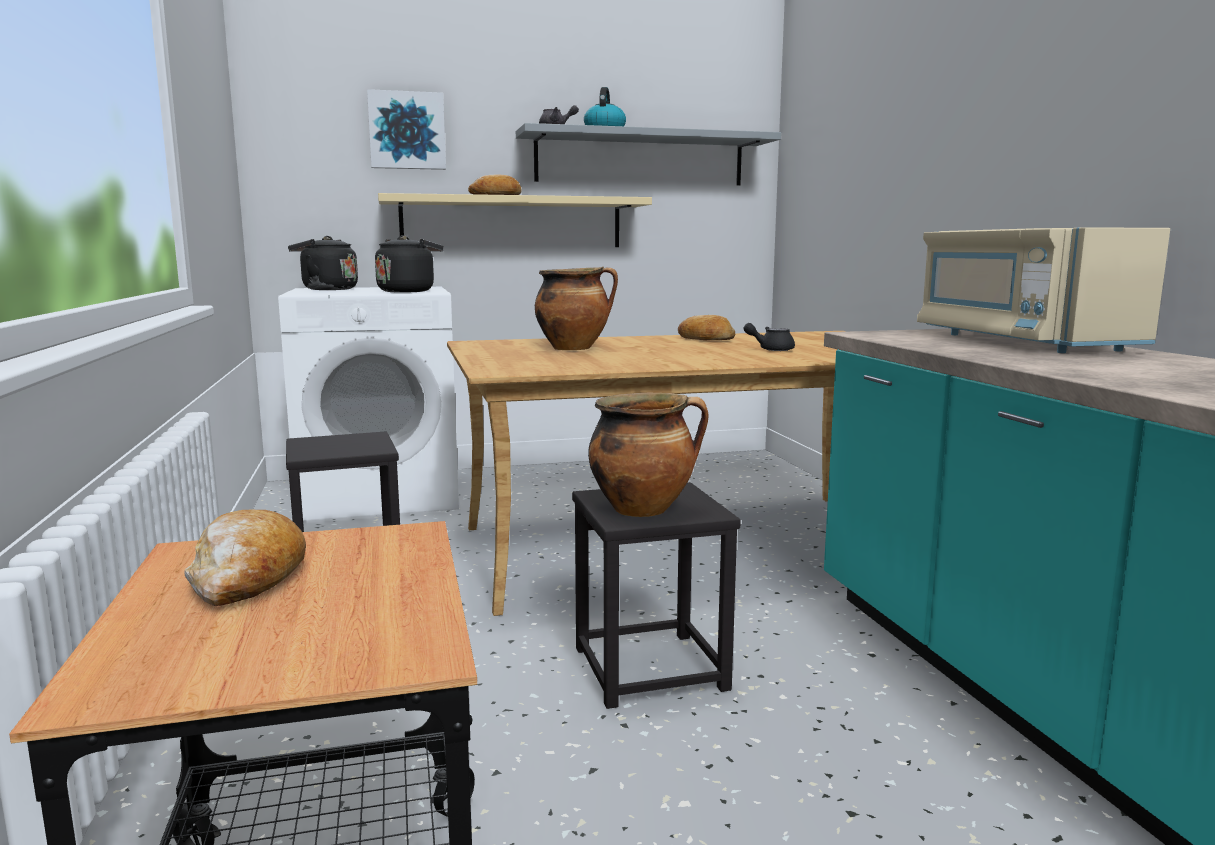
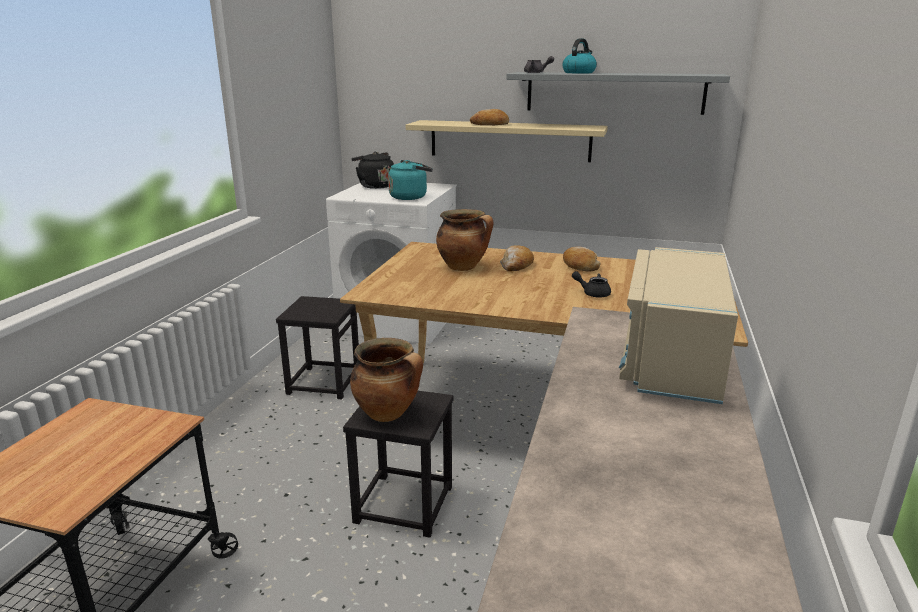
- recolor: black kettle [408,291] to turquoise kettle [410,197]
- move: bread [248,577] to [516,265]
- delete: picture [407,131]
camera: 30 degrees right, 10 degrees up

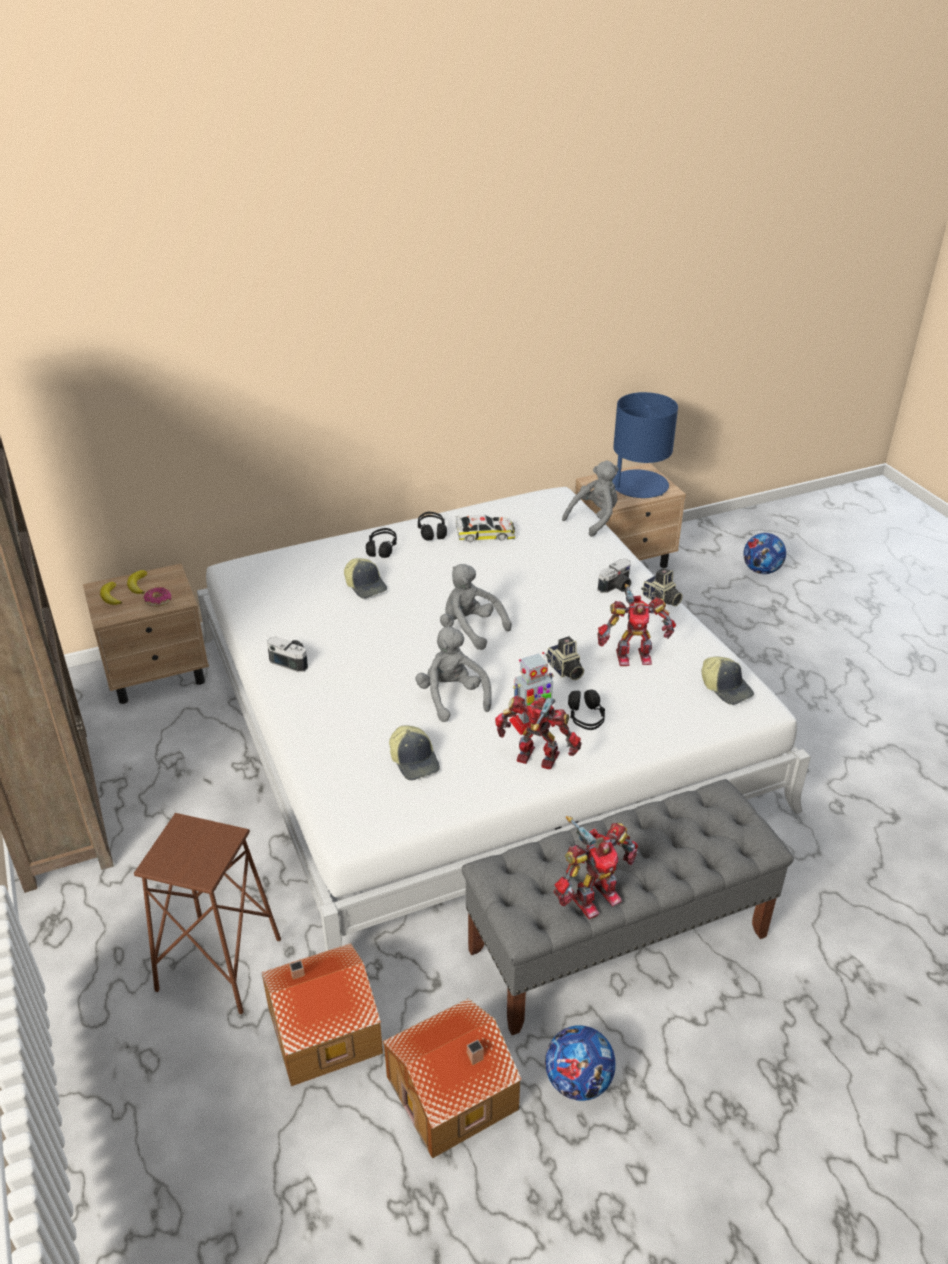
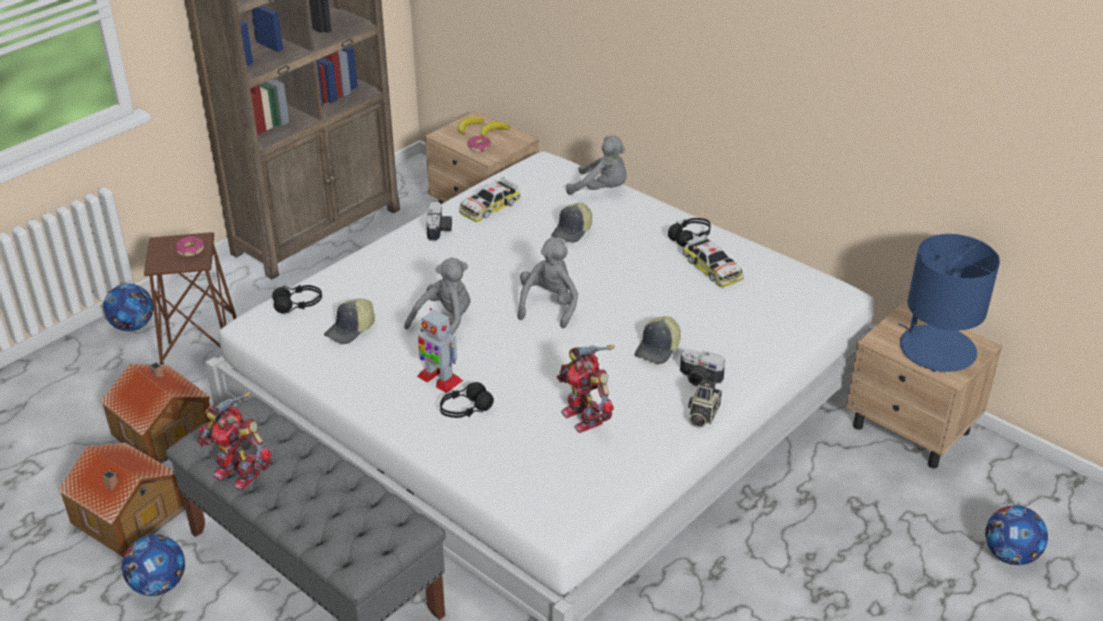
- insert: football [133,326]
- insert: donut [190,250]
- move: black headphones [382,549] to [298,305]
- insert: toy car [489,207]
- move: grey plush toy [594,519] to [601,190]
- move: cap [726,688] to [658,349]
- delete: toy robot [537,759]
- delete: photo camera [564,670]
camera: 65 degrees right, 0 degrees up

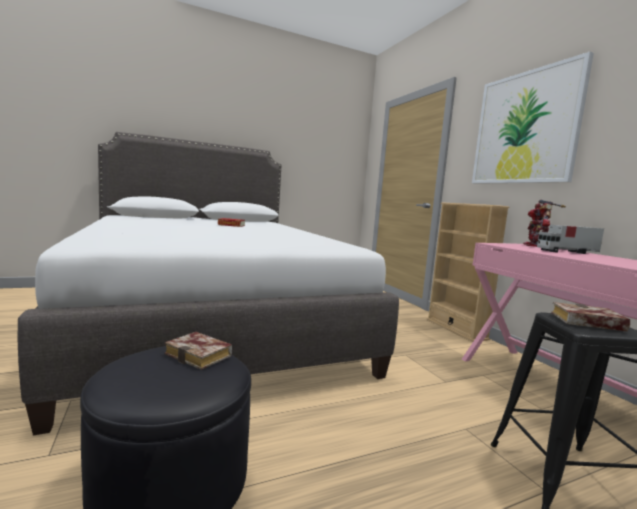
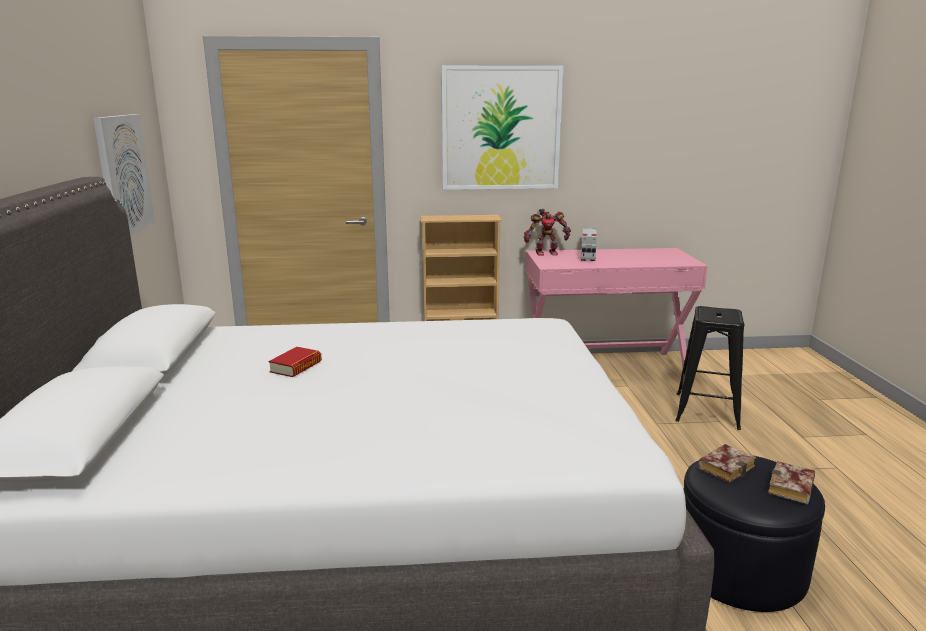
- insert: picture [123,174]
- rotate: toy robot [535,245] = [546,253] 45 degrees counterclockwise
- move: book [585,322] to [792,489]
camera: 70 degrees left, 10 degrees up

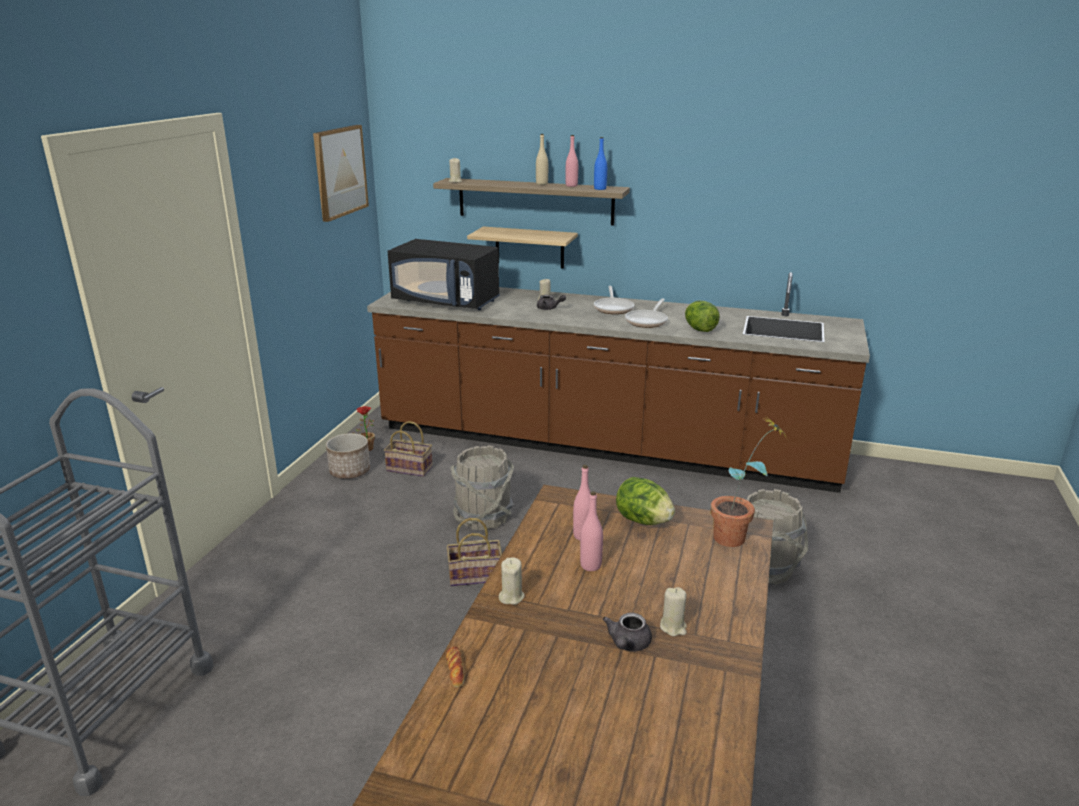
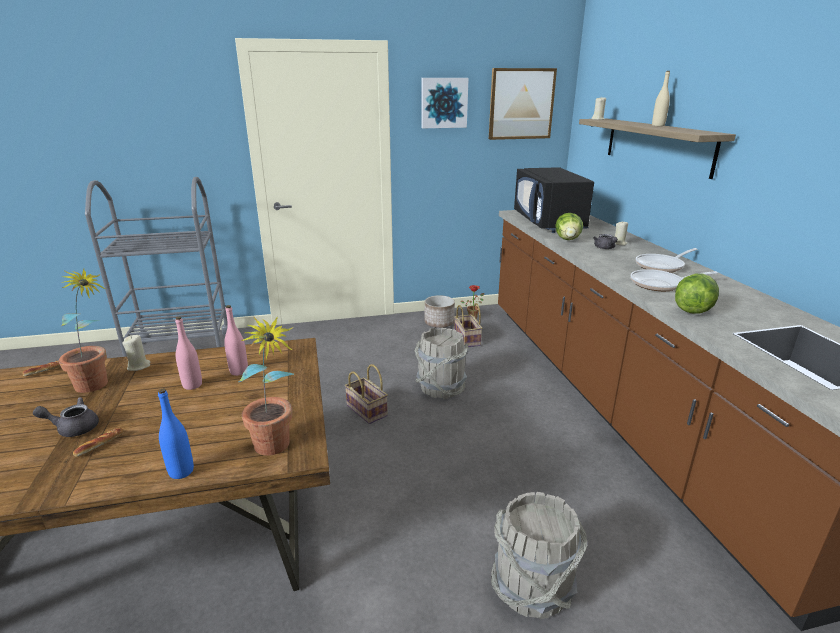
- insert: potted plant [98,386]
- replace: beige candle [673,627] to bread [100,445]
- move: blue bottle [600,189] to [181,471]
- insert: picture [443,103]
- move: lettuce [643,520] to [567,239]
- delete: shelf [529,247]
- delete: pink bottle [571,185]
camera: 60 degrees right, 0 degrees up

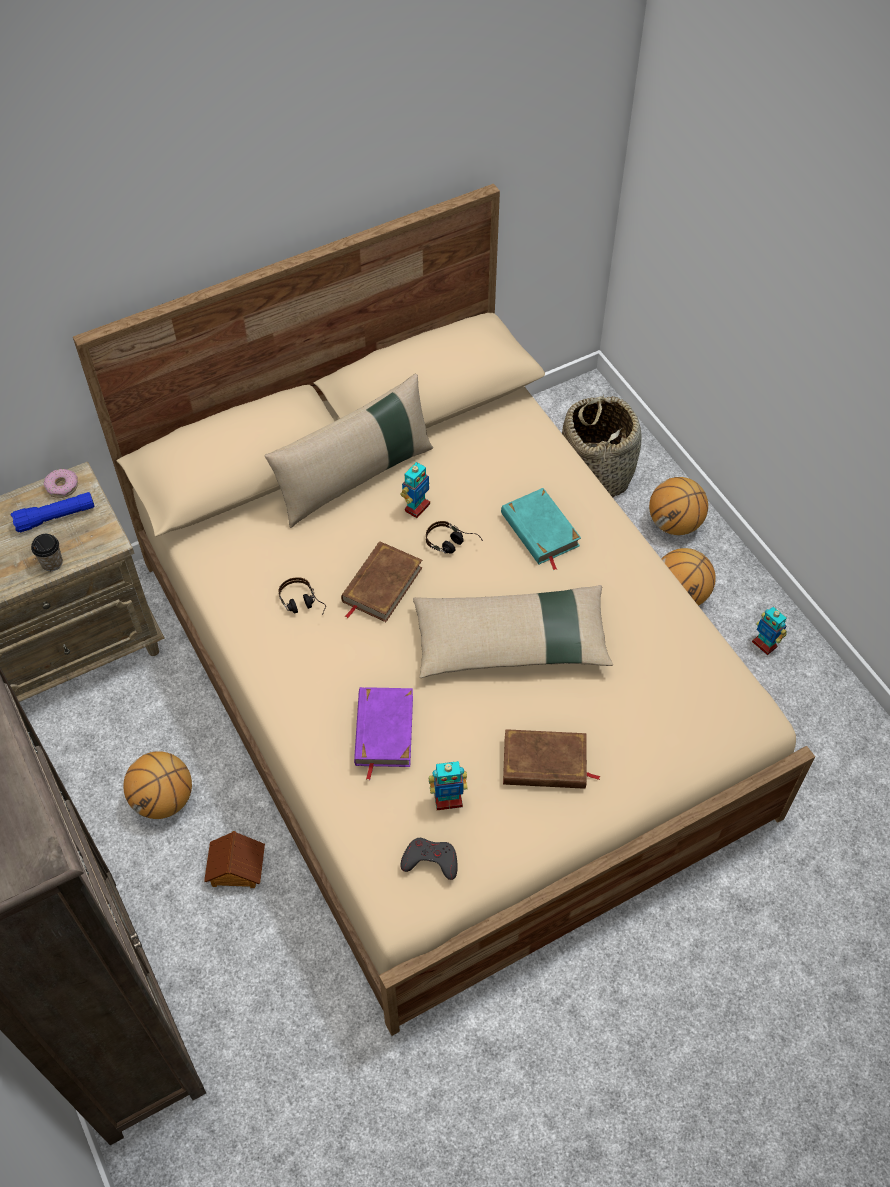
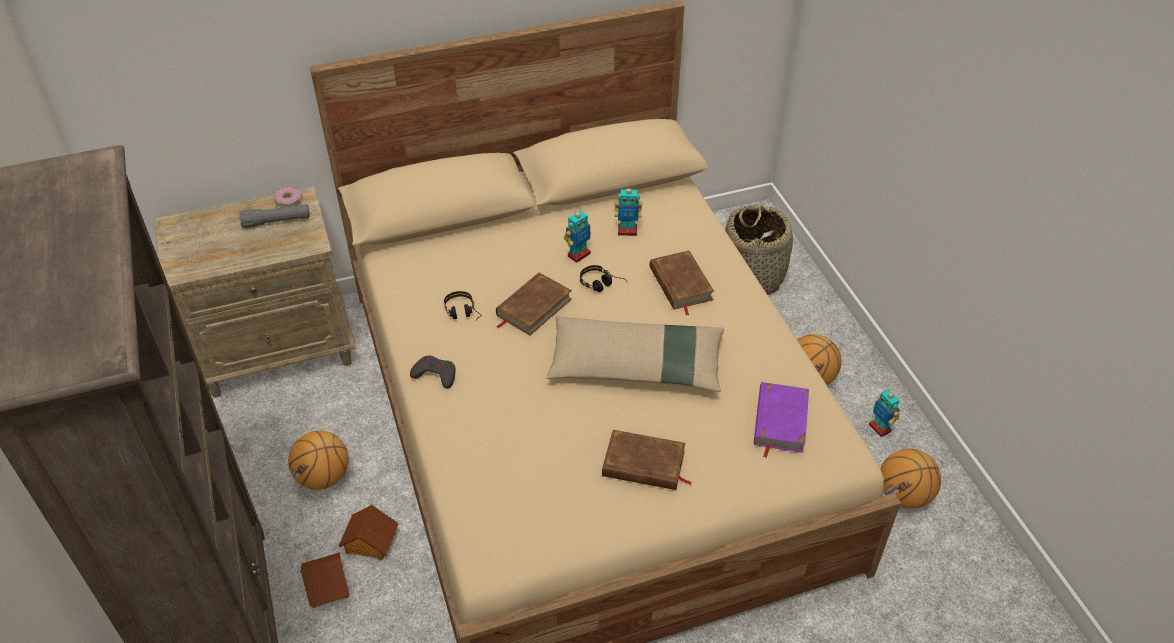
- recolor: blue flashlight [56,517] to grey flashlight [276,222]
- insert: toy house [326,585]
- move: grey game controller [430,860] to [435,374]
- move: toy robot [448,800] to [627,231]
- recolor: turquoise book [539,530] to brown book [680,284]
- move: purple book [383,730] to [780,421]
- move: basketball [674,524] to [904,496]
- delete: cup [52,563]
- delete: beige pillow [355,477]
camera: 10 degrees right, 10 degrees down

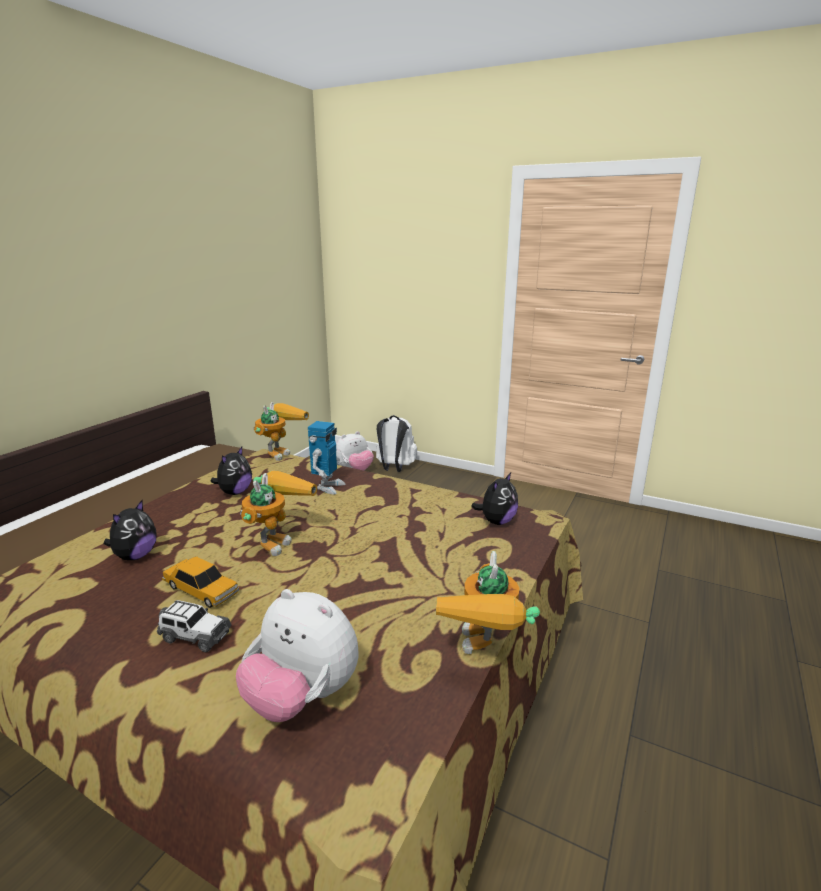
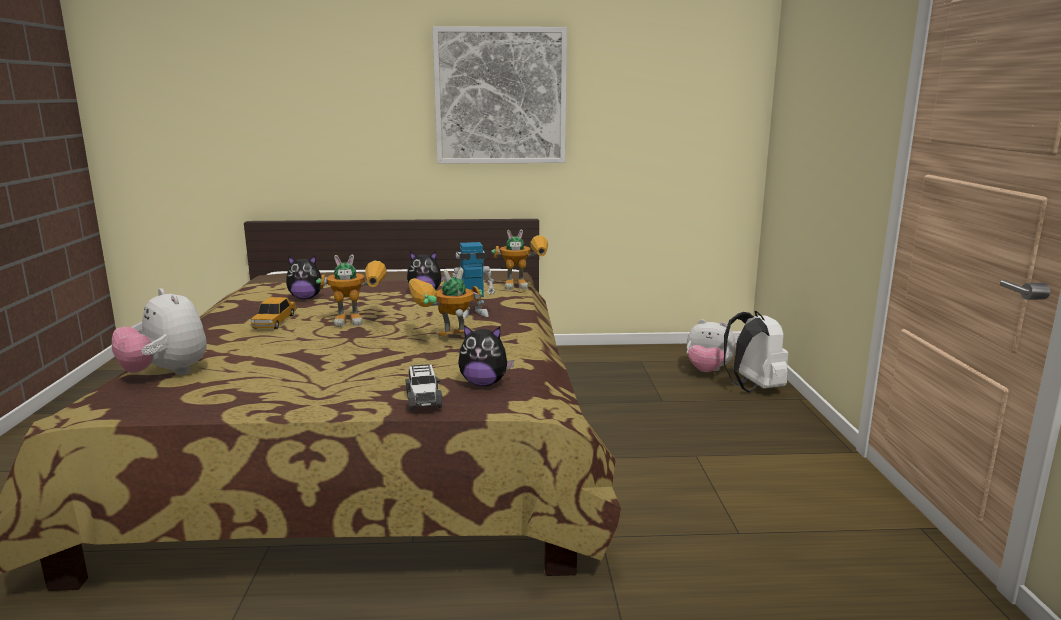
- rotate: plush toy [302,697] = [166,373] 45 degrees counterclockwise
- move: toy car [195,636] to [423,399]
- move: toy robot [485,653] to [442,341]
- insert: picture [500,96]
camera: 60 degrees right, 5 degrees down

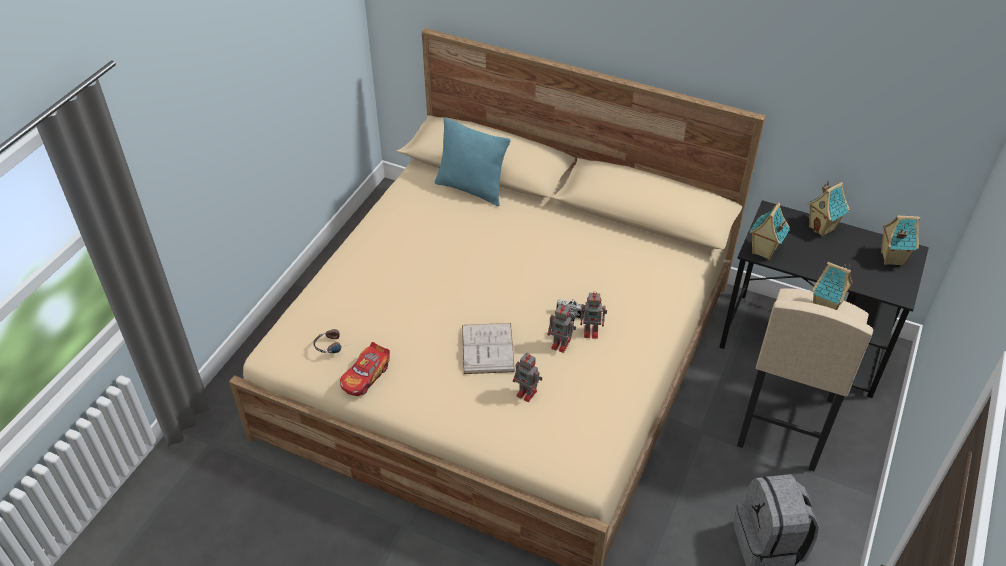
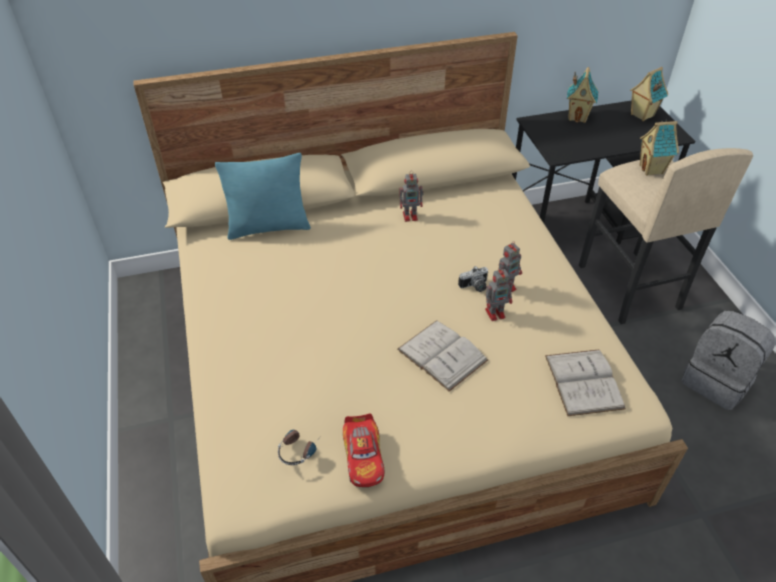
- move: toy robot [527,393] to [411,216]
- insert: white book [583,381]
- delete: toy house [763,251]
camera: 40 degrees left, 0 degrees up

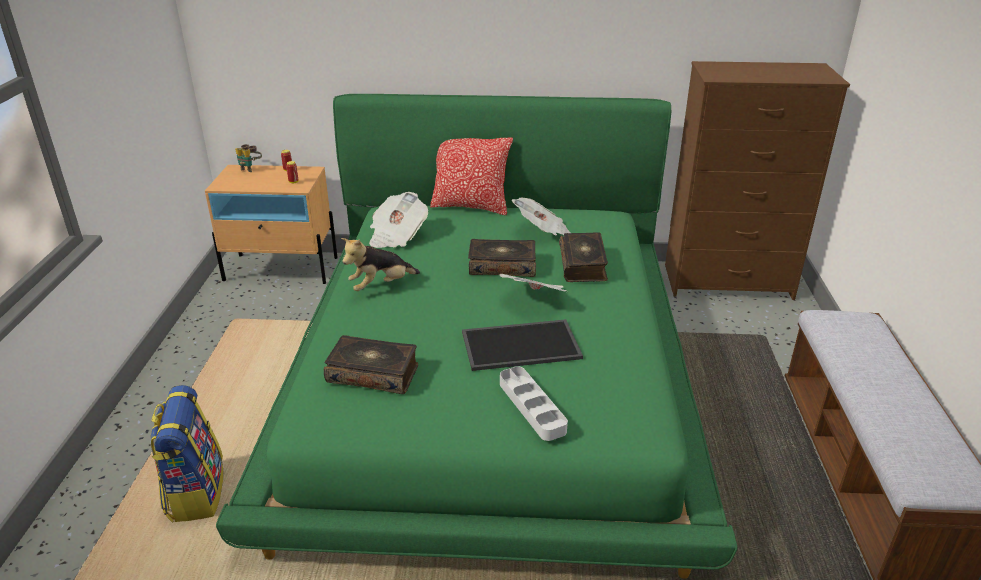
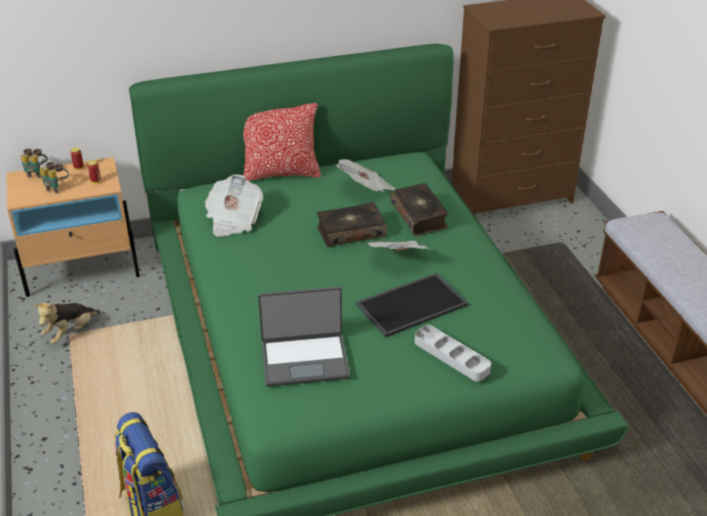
- move: plush toy [380,286] to [71,332]
- insert: binoculars [56,188]
- replace: book [373,373] to laptop [305,359]
camera: 20 degrees left, 5 degrees up

